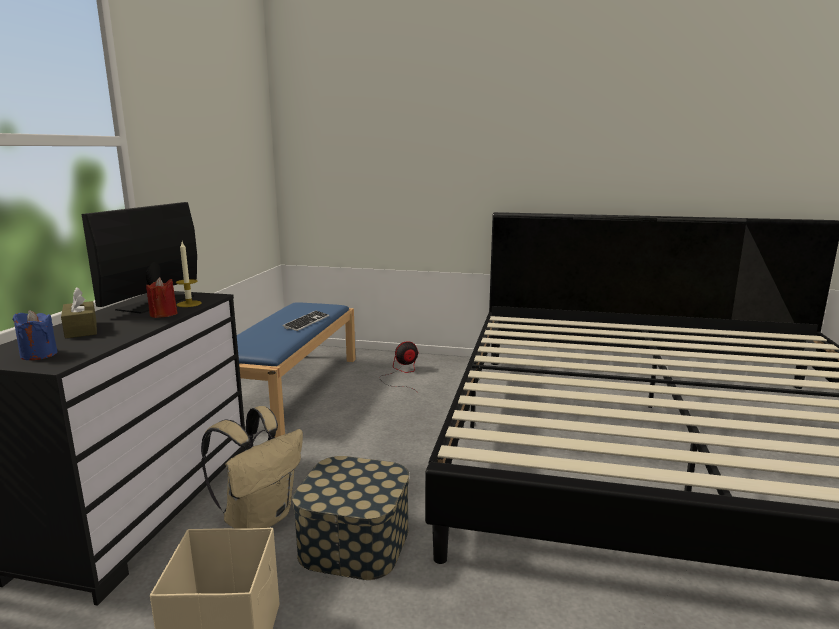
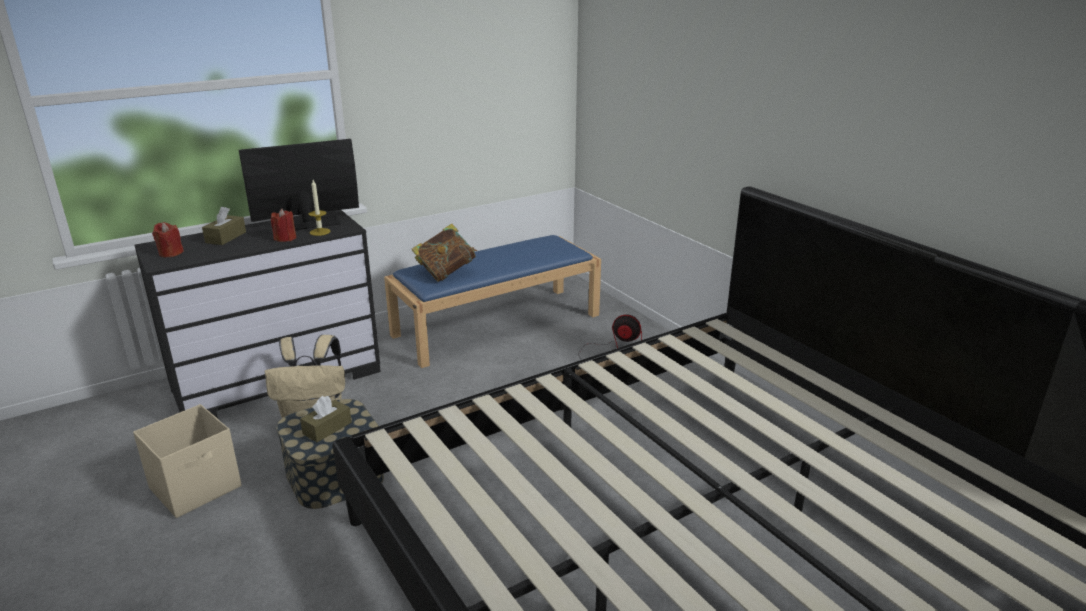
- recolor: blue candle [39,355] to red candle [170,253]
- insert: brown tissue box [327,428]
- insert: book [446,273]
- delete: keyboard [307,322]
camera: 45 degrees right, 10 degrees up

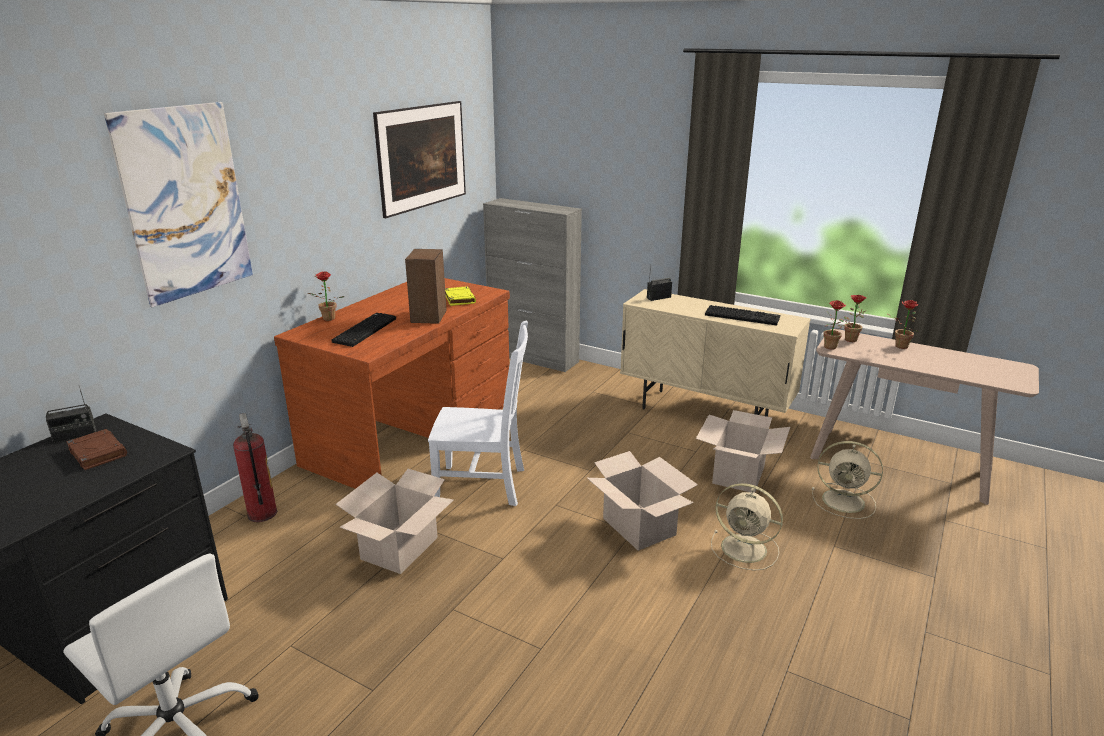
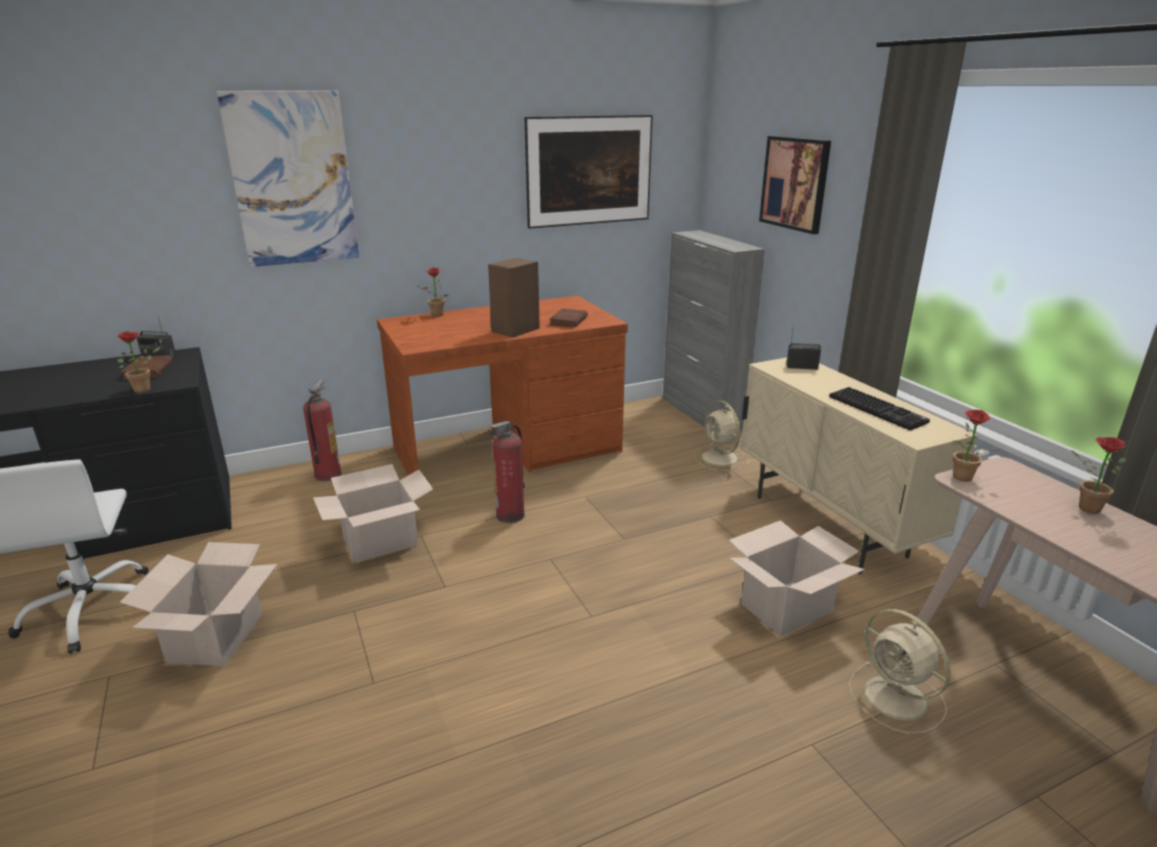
- move: potted plant [850,338] to [145,389]
- move: cardboard box [638,527] to [215,637]
- replace: white chair [484,485] to fire extinguisher [510,515]
- recolor: yellow book [459,299] to brown book [568,321]
- move: beige fan [746,549] to [720,458]
- insert: picture [795,183]
- delete: keyboard [364,330]
camera: 35 degrees right, 0 degrees up

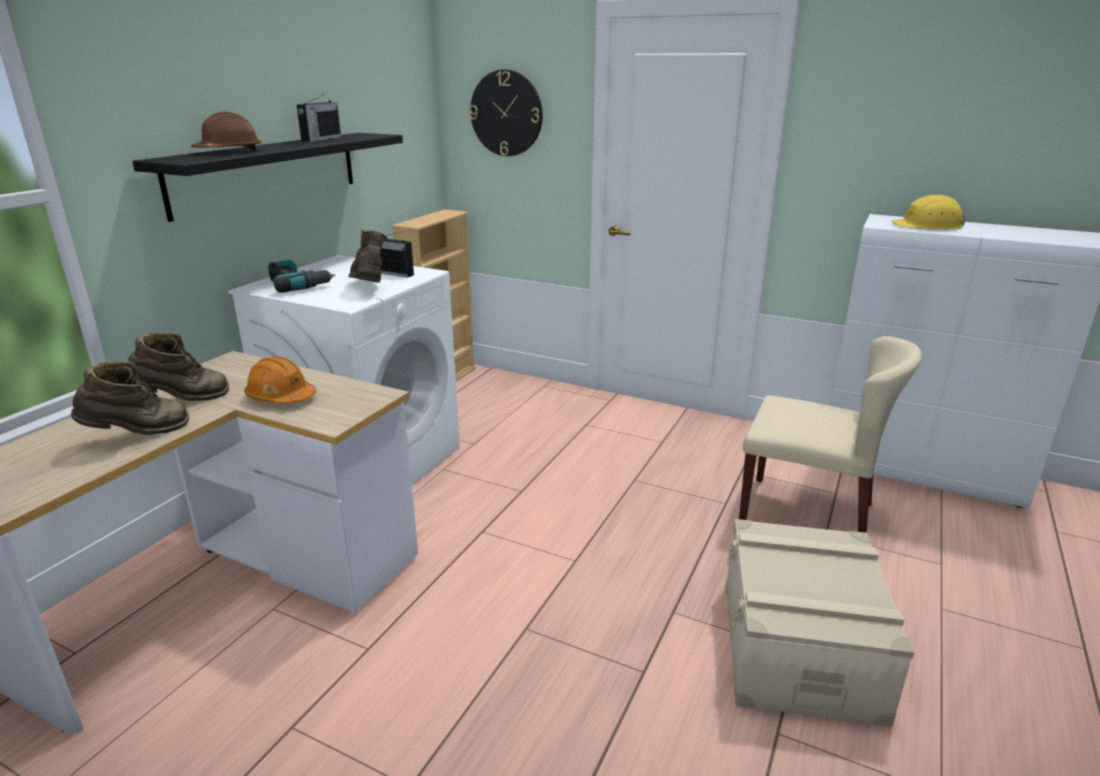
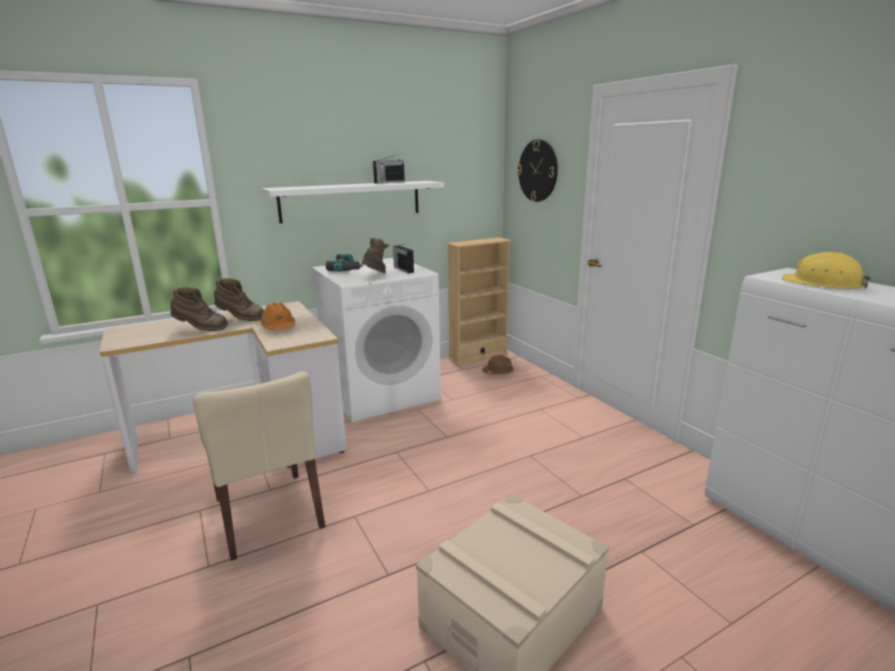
- move: beige chair [807,515] to [268,513]
- recolor: black shelf [267,172] to white shelf [351,201]
- move: brown hard hat [229,151] to [498,372]
camera: 35 degrees right, 5 degrees down

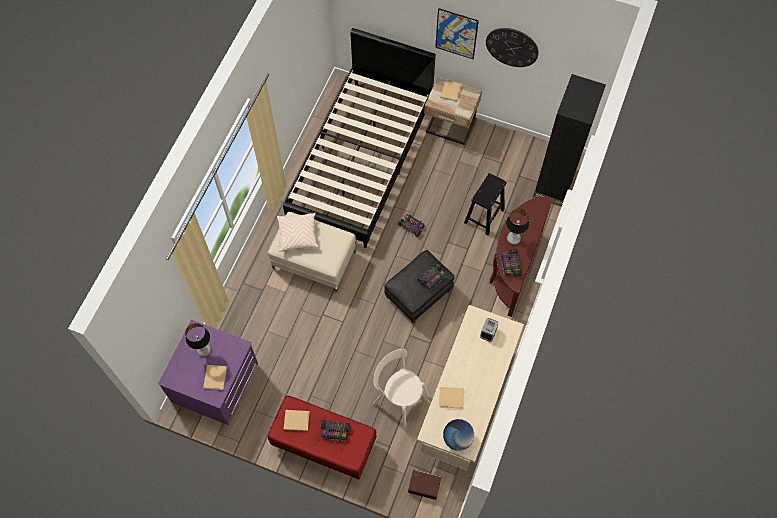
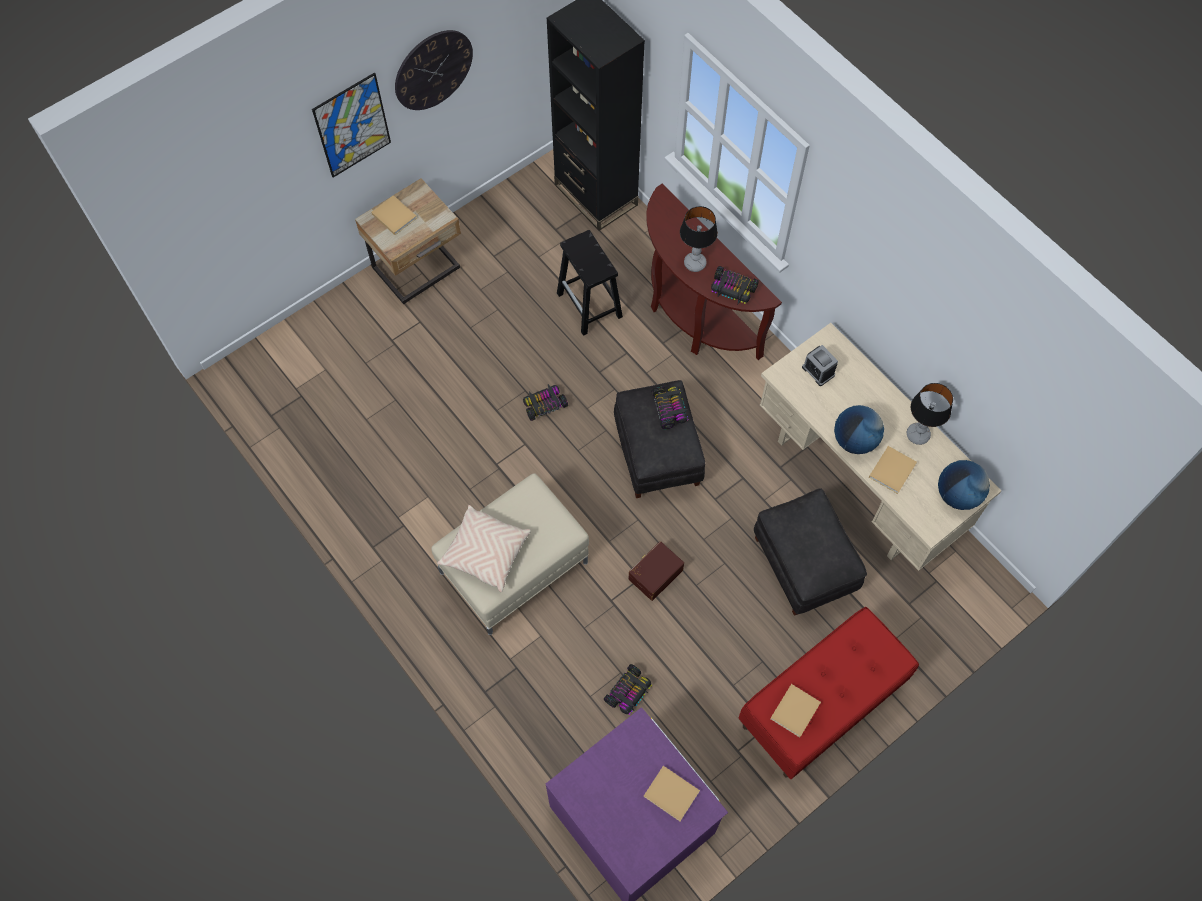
- move: toy car [334,432] to [629,692]
- move: brown storage box [424,485] to [654,573]
- replace: beige chair [399,398] to black ottoman [803,564]
- insert: globe [854,440]
- move: table lamp [203,349] to [917,435]
- delete: black bed [361,161]
camera: 60 degrees left, 0 degrees up

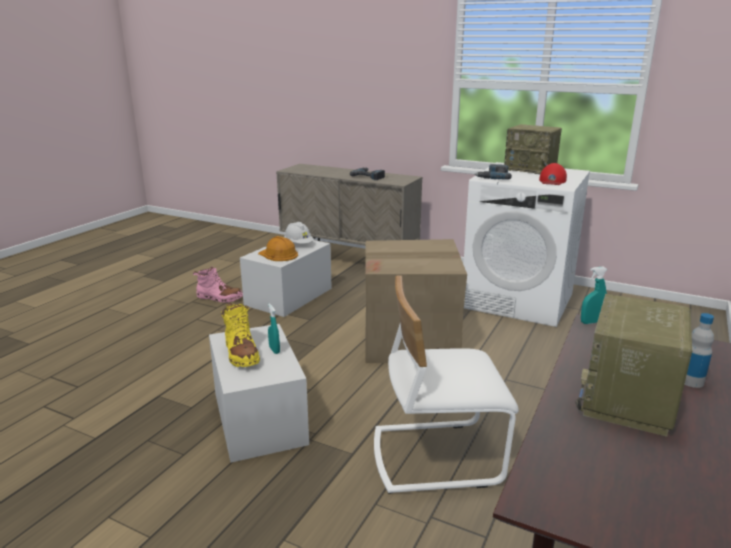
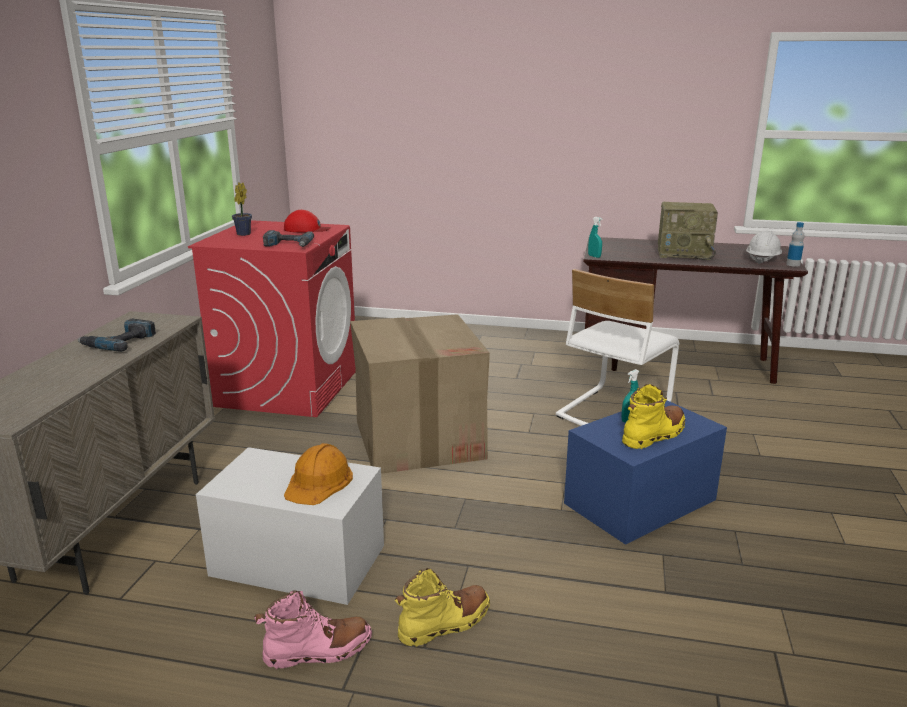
- recolor: white washing machine [518,300] to red washing machine [288,387]
- replace: radio [531,169] to potted plant [242,234]
- rotate: pink boot [219,298] = [318,651] 75 degrees clockwise
- insert: yellow boot [445,623]
- rotate: white chair [435,455] = [612,411] 60 degrees clockwise
- recolor: white storage box [259,418] to blue storage box [640,501]
- move: white hard hat [298,244] to [762,260]
- move: bottle [691,381] to [793,264]
camera: 105 degrees left, 0 degrees up

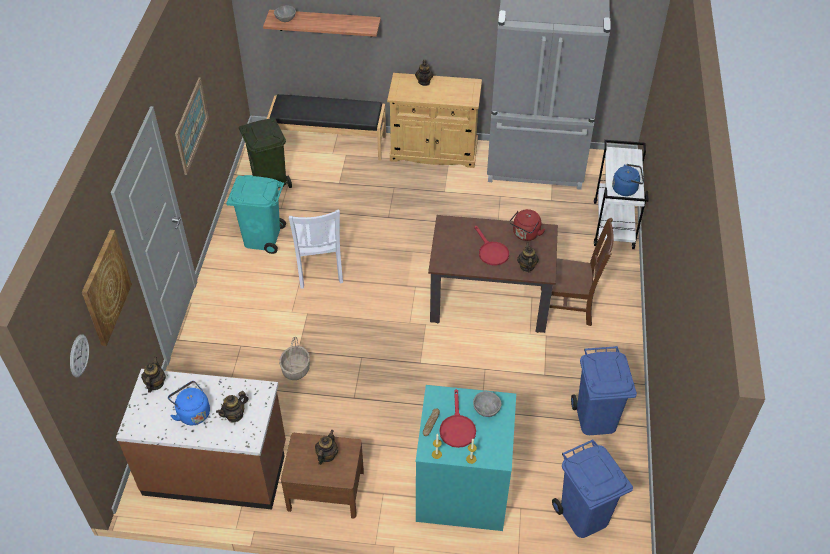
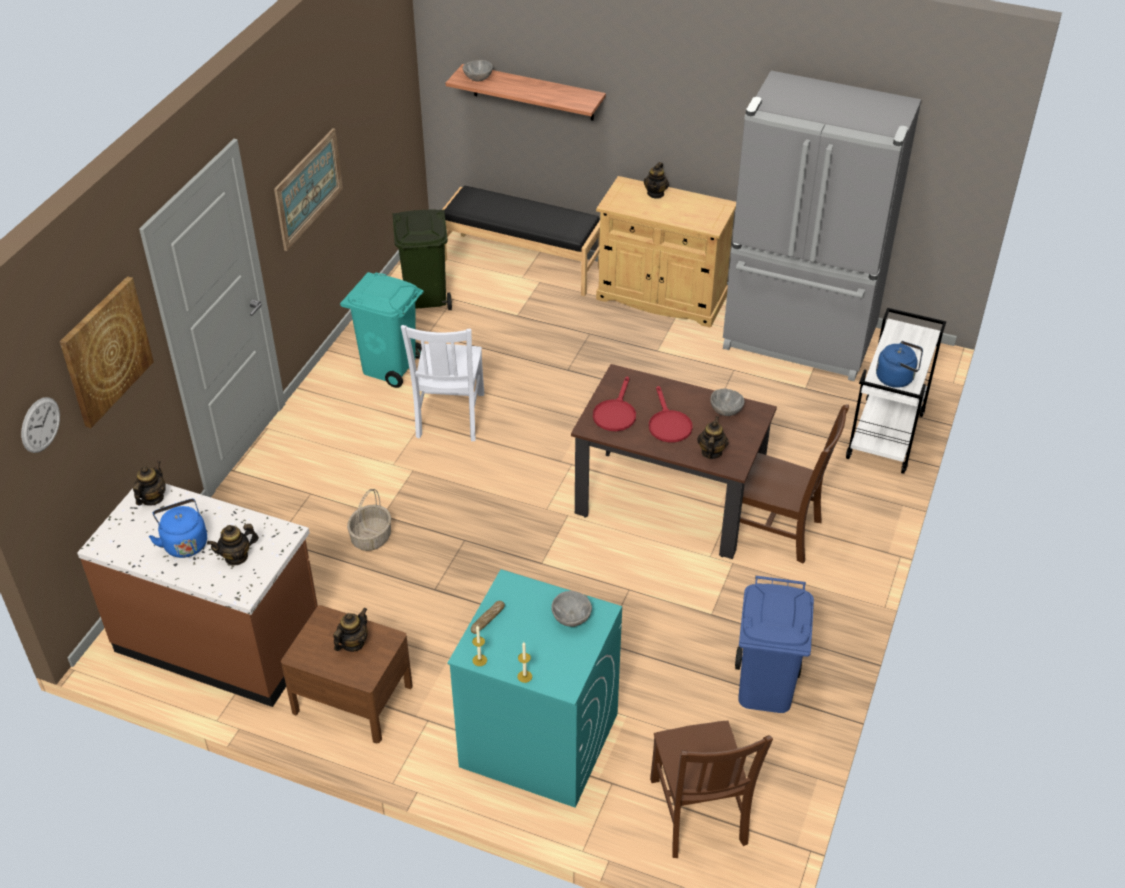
- move: red frying pan [457,428] to [615,413]
- replace: blue trash can [583,516] to brown chair [699,814]
- replace: red kettle [525,234] to grey bowl [725,411]
camera: 15 degrees right, 5 degrees down

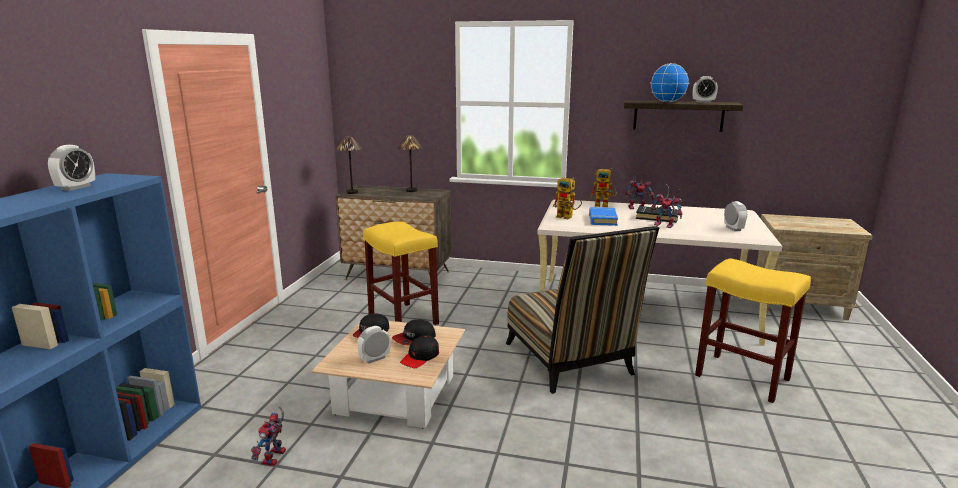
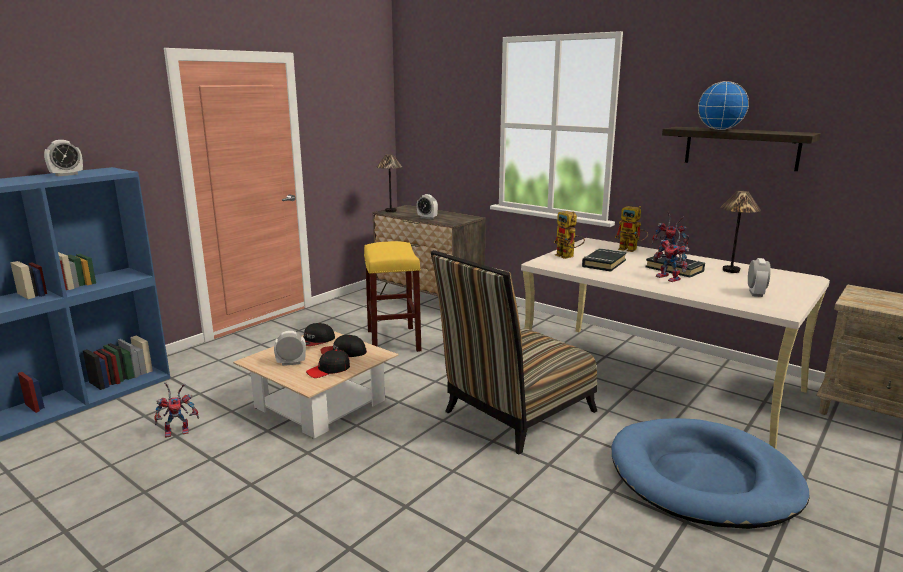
- rotate: toy robot [274,459] = [179,430] 150 degrees counterclockwise
- move: alarm clock [703,102] to [427,218]
- rotate: chair [571,362] = [513,414] 45 degrees clockwise
- recolor: blue book [602,219] to black book [603,263]
- replace: yellow stool [743,377] to blue dog bed [703,478]
- move: table lamp [411,191] to [730,270]
camera: 25 degrees right, 0 degrees up

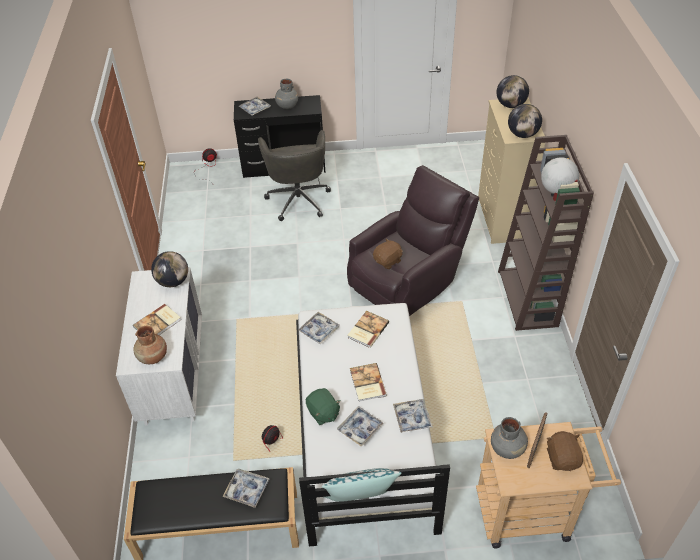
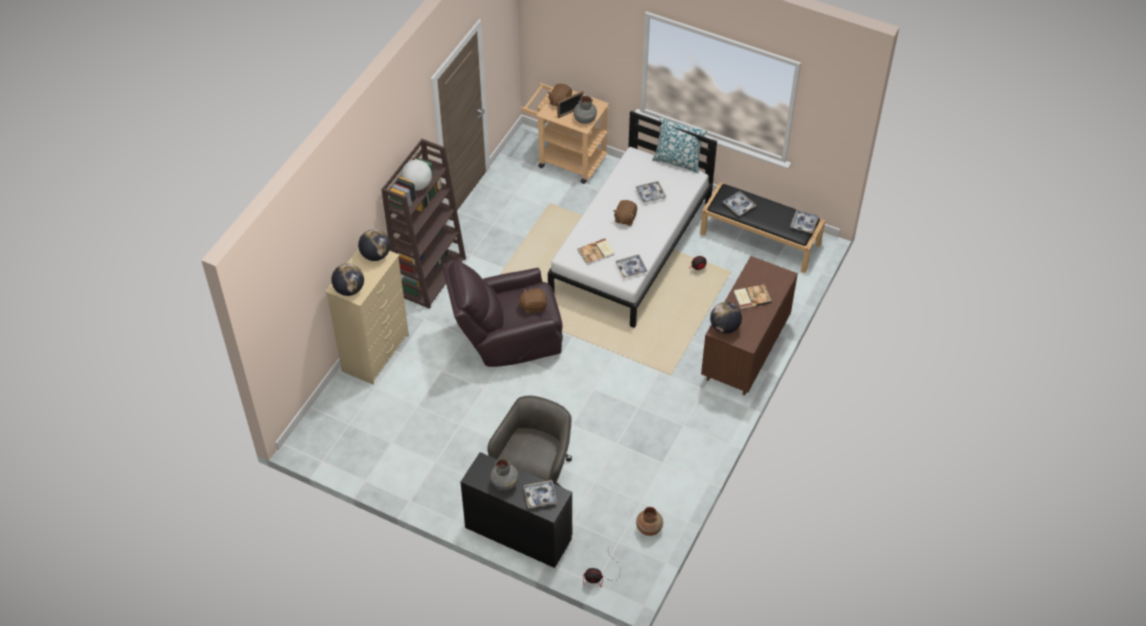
- replace: book [367,383] to brown plush toy [625,218]
- move: brown vase [153,357] to [649,527]
- recolor: white dresser [173,375] to brown dresser [745,352]
- move: tray [412,418] to [804,223]
- delete: green plush toy [323,413]
camera: 150 degrees left, 5 degrees up

